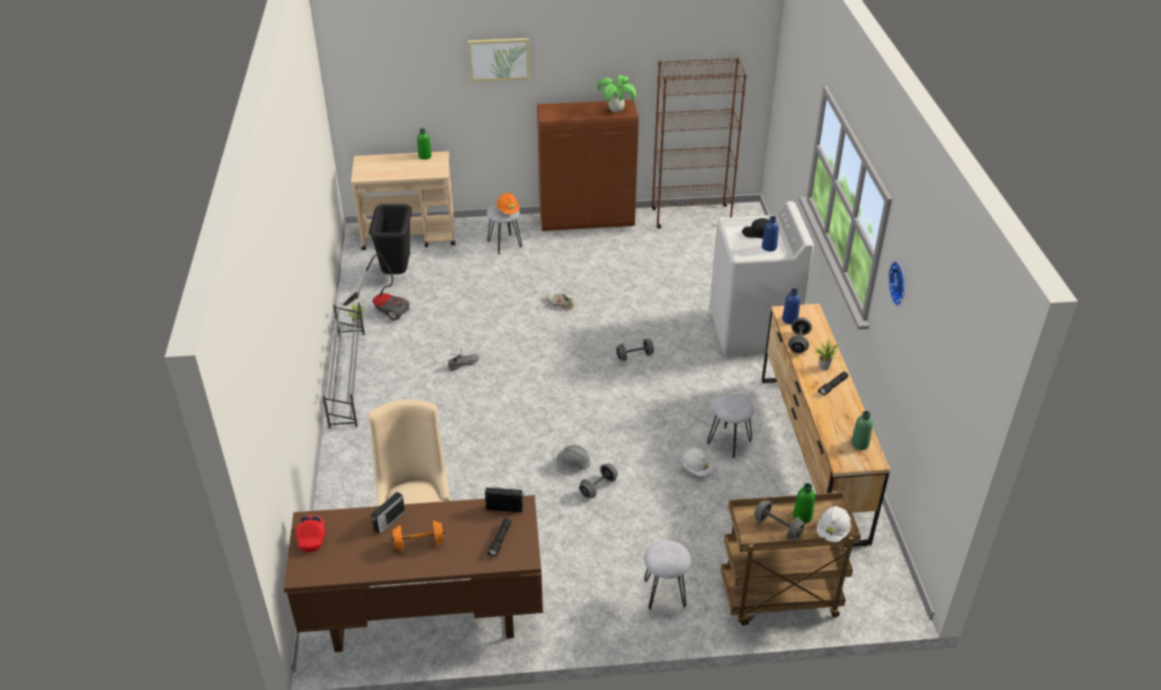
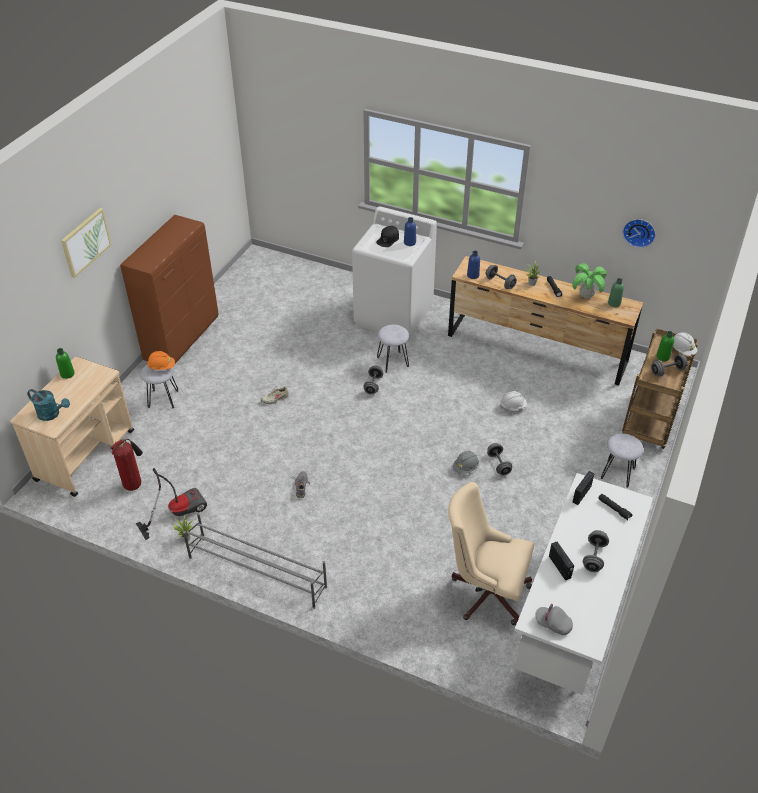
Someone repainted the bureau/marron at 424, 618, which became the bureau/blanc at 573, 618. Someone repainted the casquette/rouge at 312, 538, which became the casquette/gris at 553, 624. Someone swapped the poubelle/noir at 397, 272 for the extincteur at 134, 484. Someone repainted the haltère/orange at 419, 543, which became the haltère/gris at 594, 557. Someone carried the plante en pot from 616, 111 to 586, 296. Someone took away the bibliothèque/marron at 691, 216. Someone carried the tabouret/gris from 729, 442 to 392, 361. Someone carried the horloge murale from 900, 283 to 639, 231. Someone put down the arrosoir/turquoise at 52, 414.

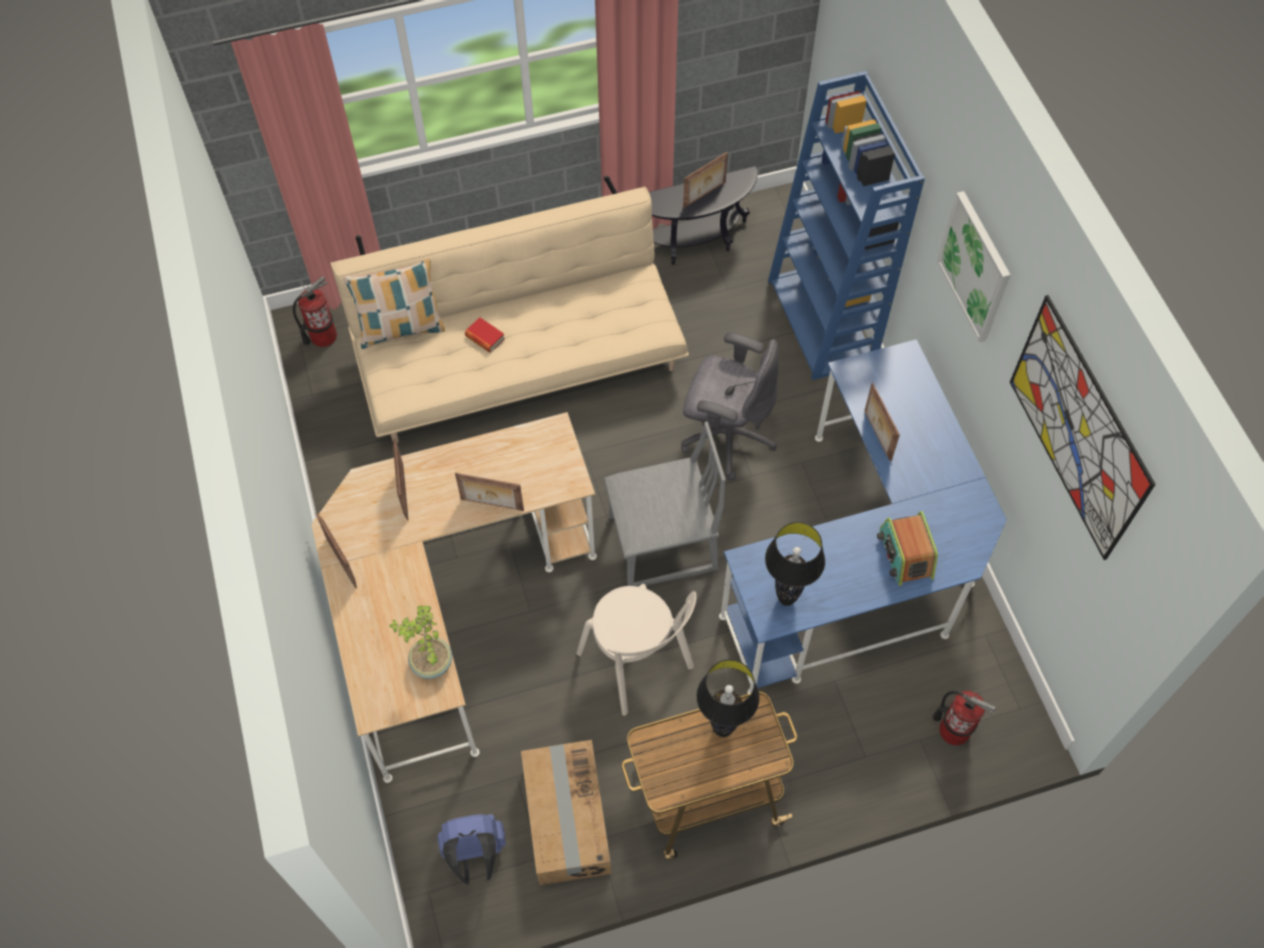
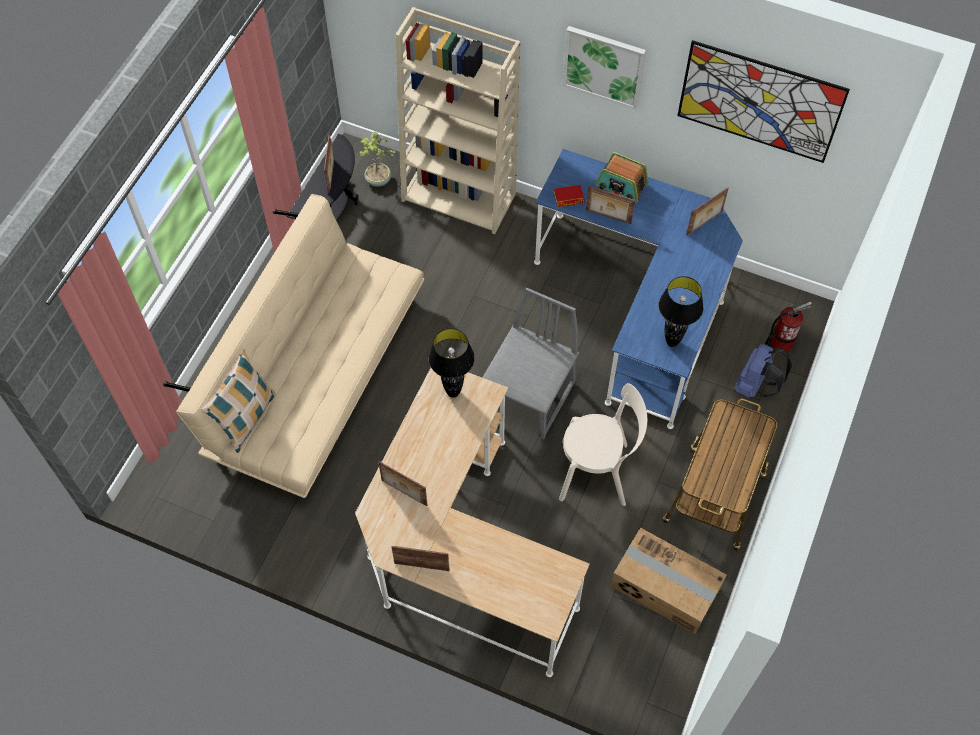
Someone took away the extincteur at 323, 336. Someone carried the plante en pot from 431, 664 to 378, 180. Someone carried the sac à dos/bleu from 475, 854 to 755, 386. Someone carried the cadre photo from 492, 505 to 704, 223. Someone carried the livre from 485, 337 to 568, 198. Someone took away the chaise de bureau/gris at 726, 436. Someone carried the lampe de table/noir from 722, 730 to 453, 393. Someone repainted the bibliothèque/bleu at 823, 322, which became the bibliothèque/beige at 460, 197. Someone carried the radio from 905, 554 to 621, 186.

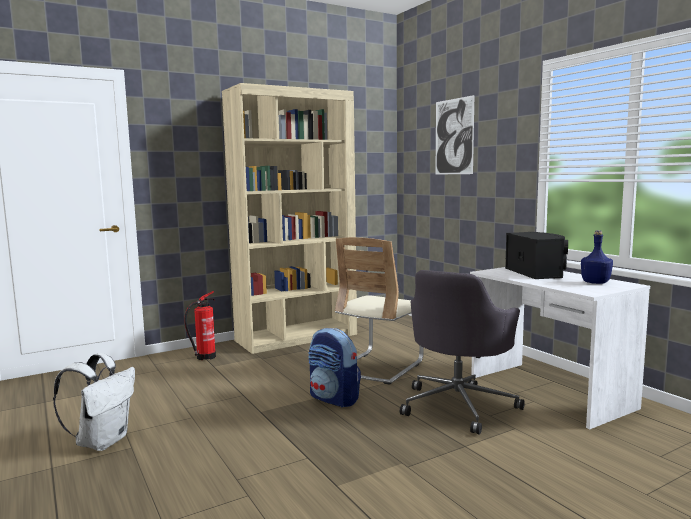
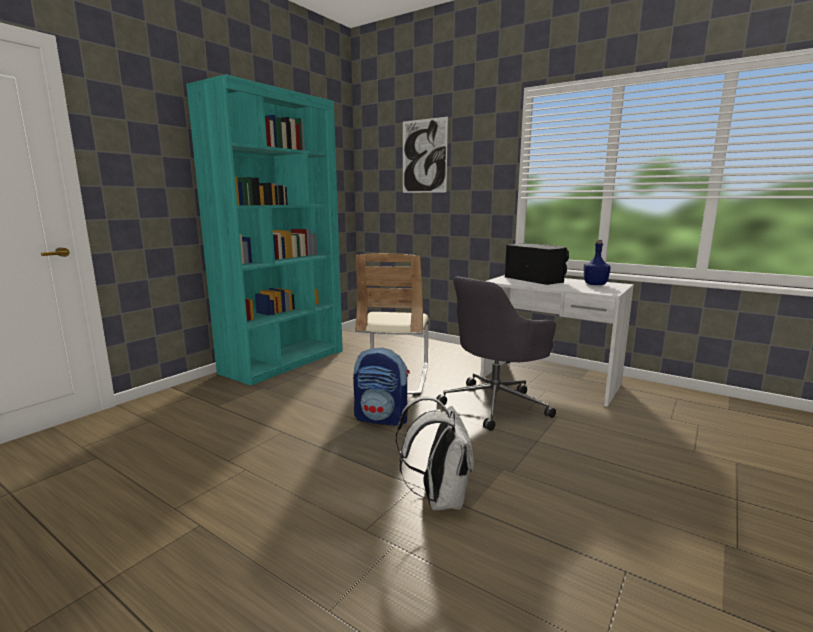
Someone carried the sac à dos/blanc from 102, 441 to 438, 498. Someone took away the extincteur at 204, 357. Someone repainted the bibliothèque/beige at 297, 337, which became the bibliothèque/turquoise at 284, 361. Someone rotated the chaise de bureau/gris at 459, 405 by 45 degrees clockwise.

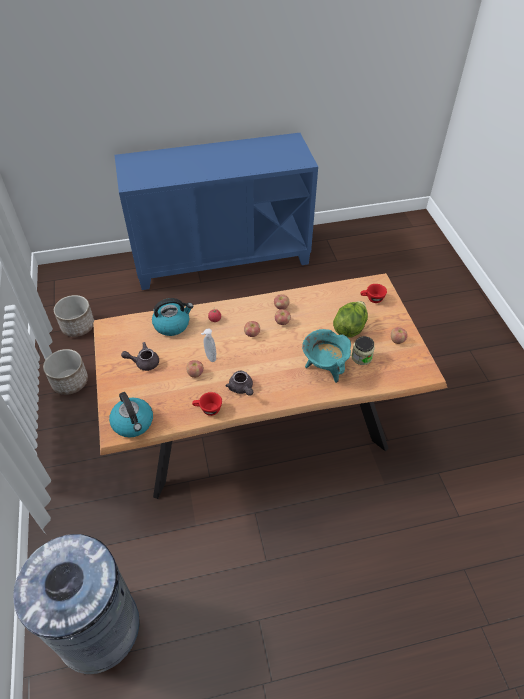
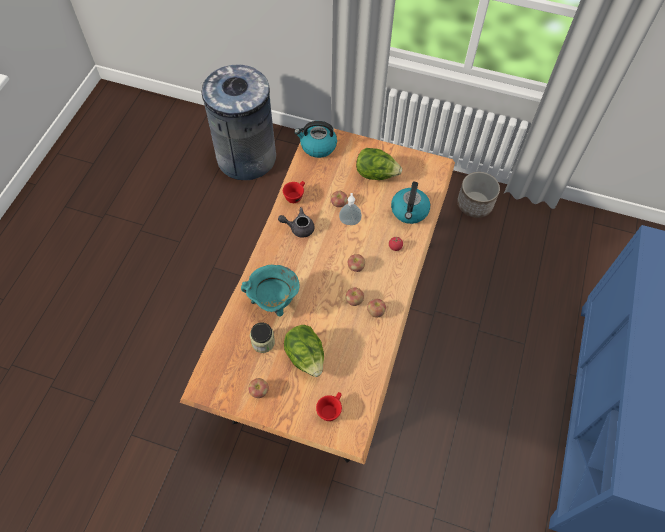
Someone took away the cache-pot at 78, 326. Someone swapped the théière/gris at 144, 362 for the laitue at 376, 174.

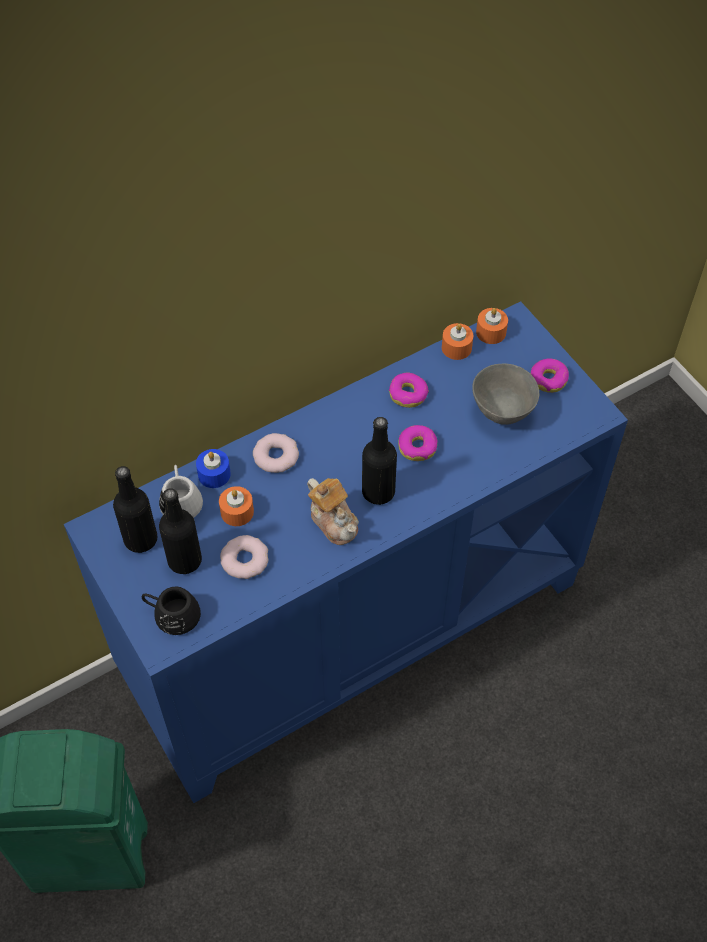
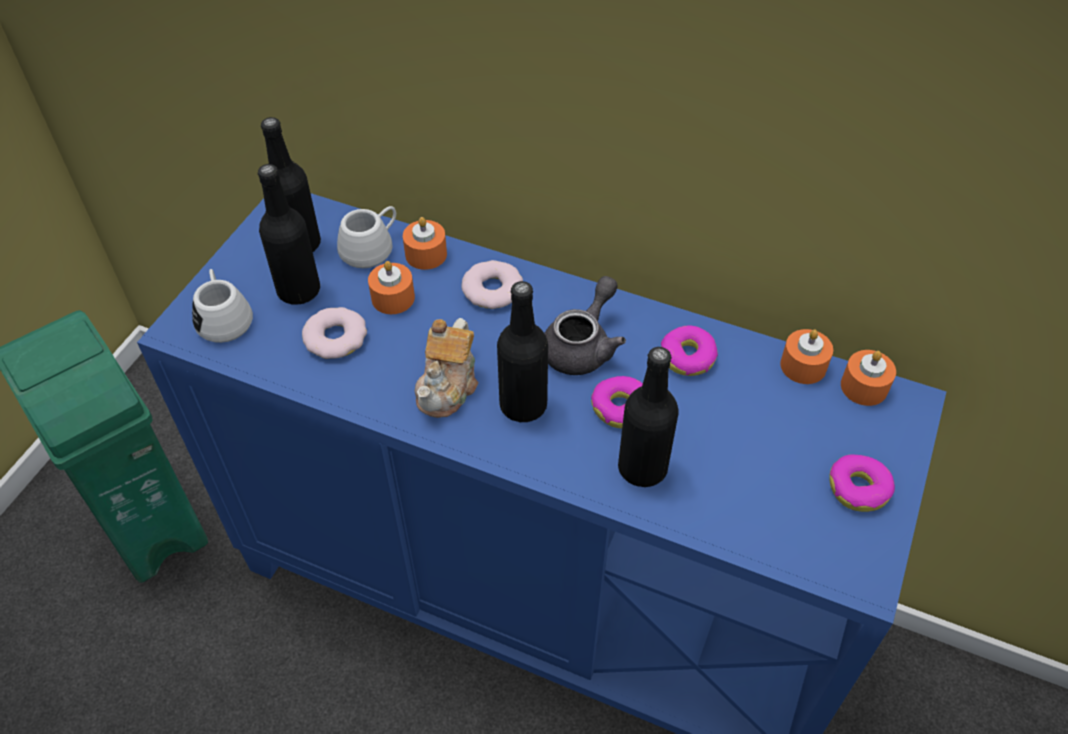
Someone repainted the mug/noir at 172, 615, which became the mug/blanc at 223, 317. Someone repainted the bougie/bleu at 214, 474, which became the bougie/orange at 426, 254. Someone took away the bol/gris at 503, 412. Someone put down the théière/gris at 583, 346. Someone put down the bouteille/noir at 642, 468.

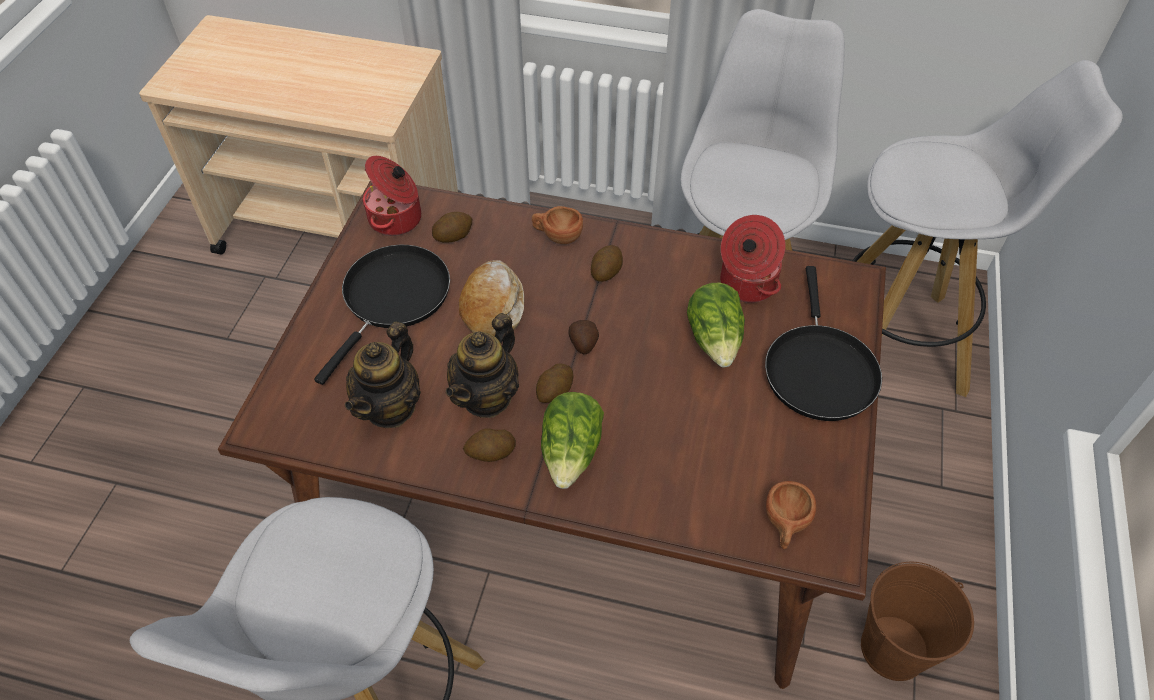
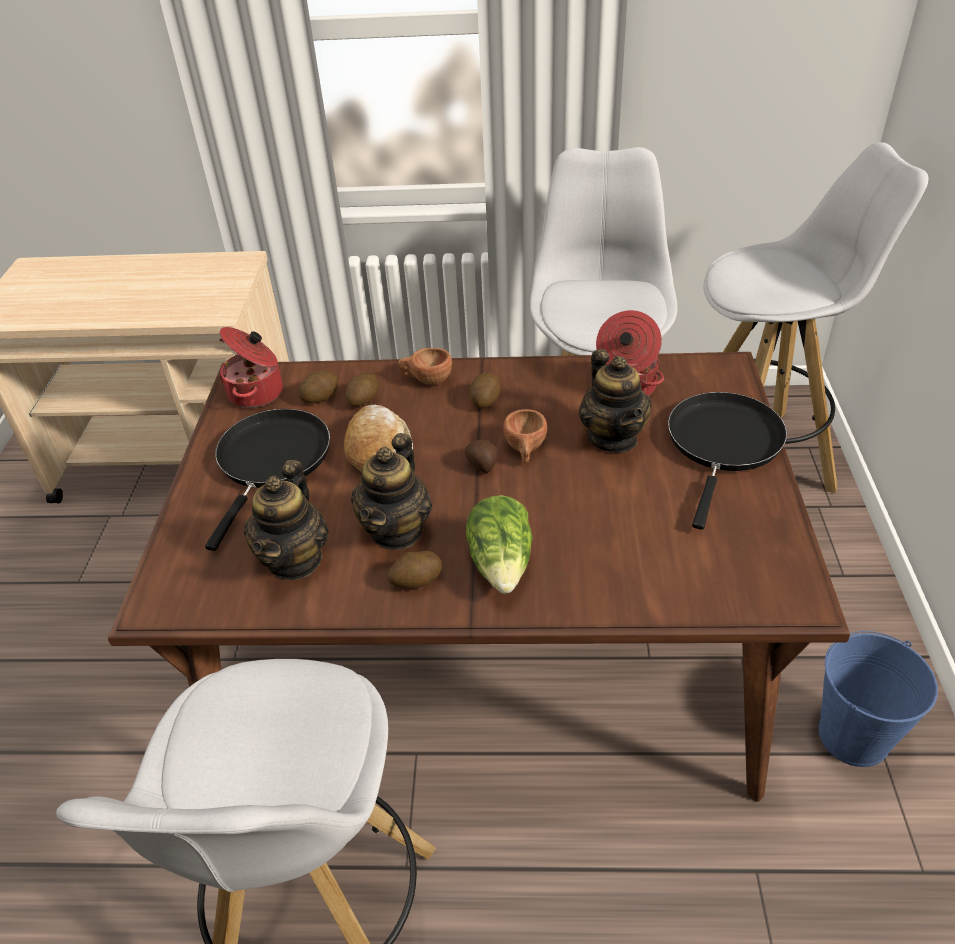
Someone carried the pomme de terre from 554, 392 to 363, 400. Someone swapped the laitue at 715, 339 for the théière at 613, 437. Someone rotated the poêle/noir at 819, 369 by 150 degrees counterclockwise. Someone carried the tasse/marron from 785, 524 to 525, 450. Someone repainted the seau/marron at 893, 649, which became the seau/bleu at 854, 736.

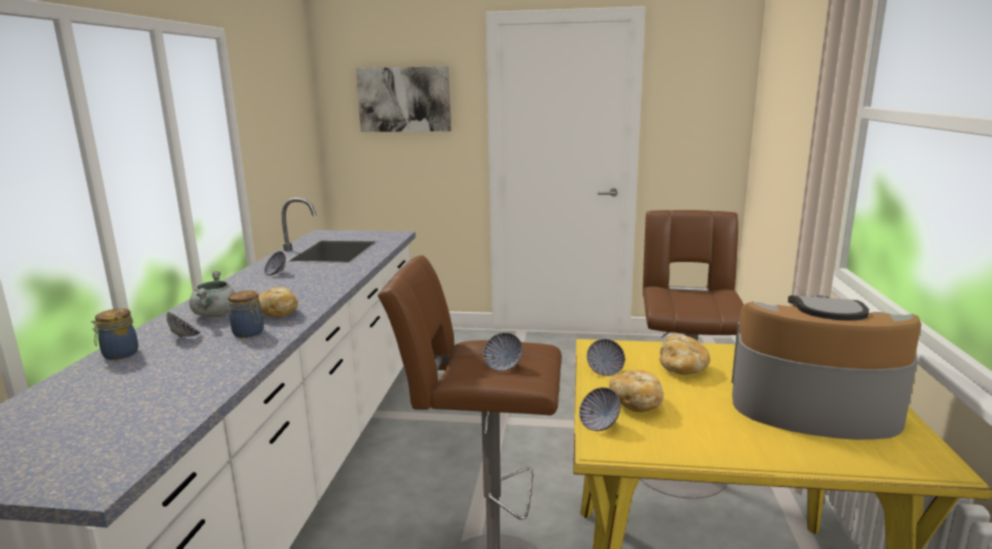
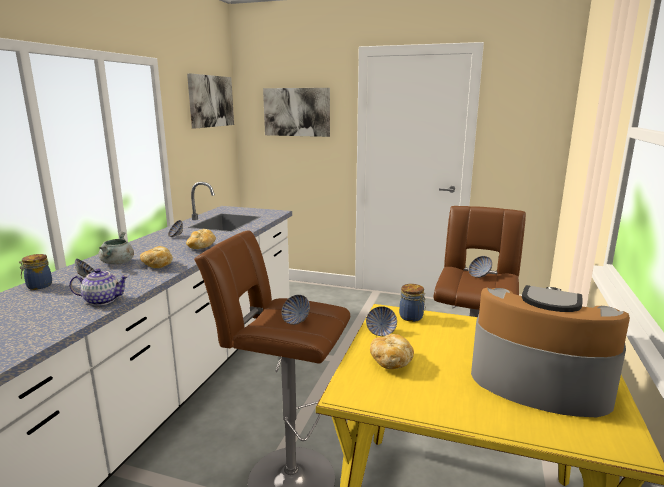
Someone carried the bocal from 249, 333 to 412, 317. Someone carried the bol from 599, 424 to 479, 275. Someone carried the pain from 682, 369 to 201, 247. Someone put down the théière at 102, 300. Someone put up the tableau at 210, 101.

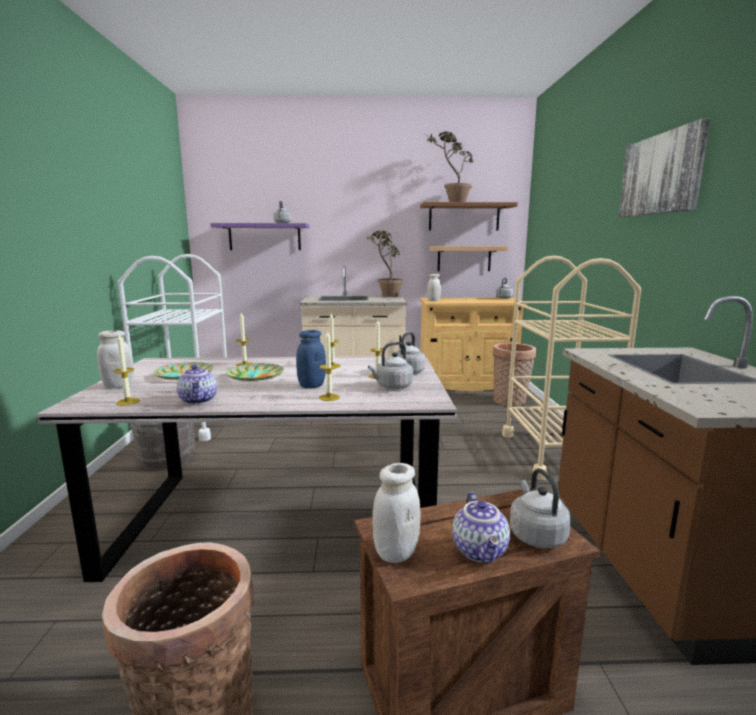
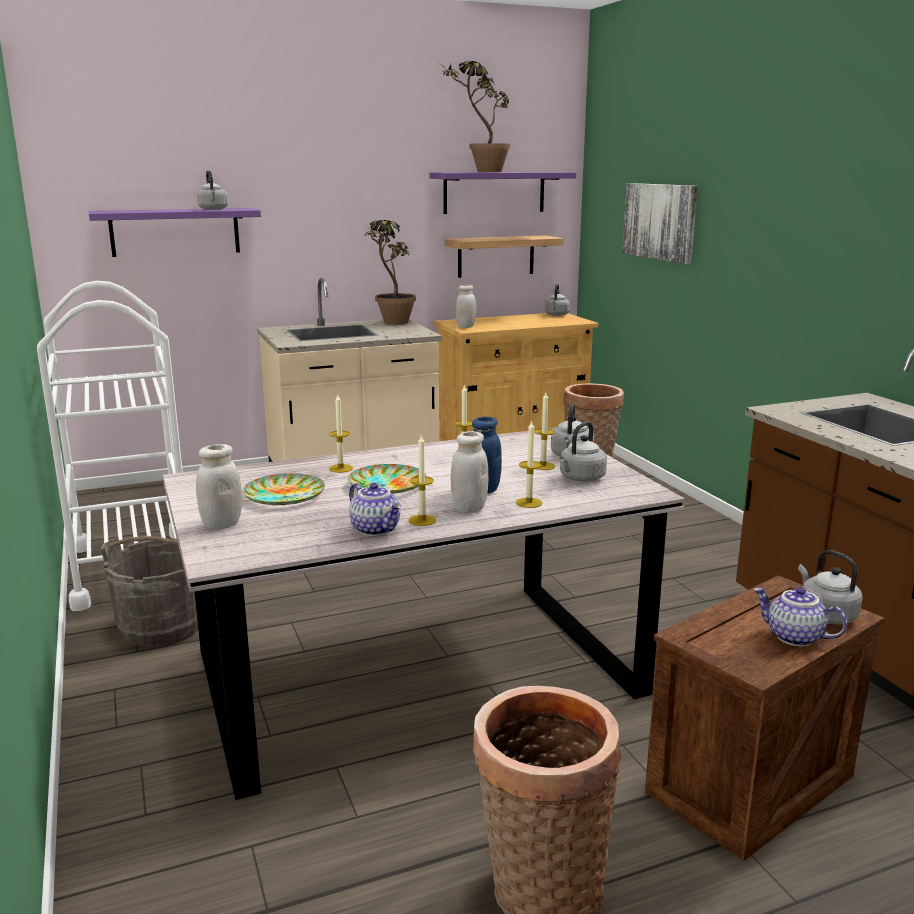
Someone carried the bougie from 128, 402 to 422, 520. Someone carried the bocal/blanc from 395, 552 to 469, 508. Someone repainted the étagère/marron at 464, 217, which became the étagère/violet at 494, 192. Someone rotated the théière at 481, 551 by 150 degrees clockwise. Someone took away the chariot/beige at 555, 454. Someone carried the tableau from 661, 174 to 660, 221.

